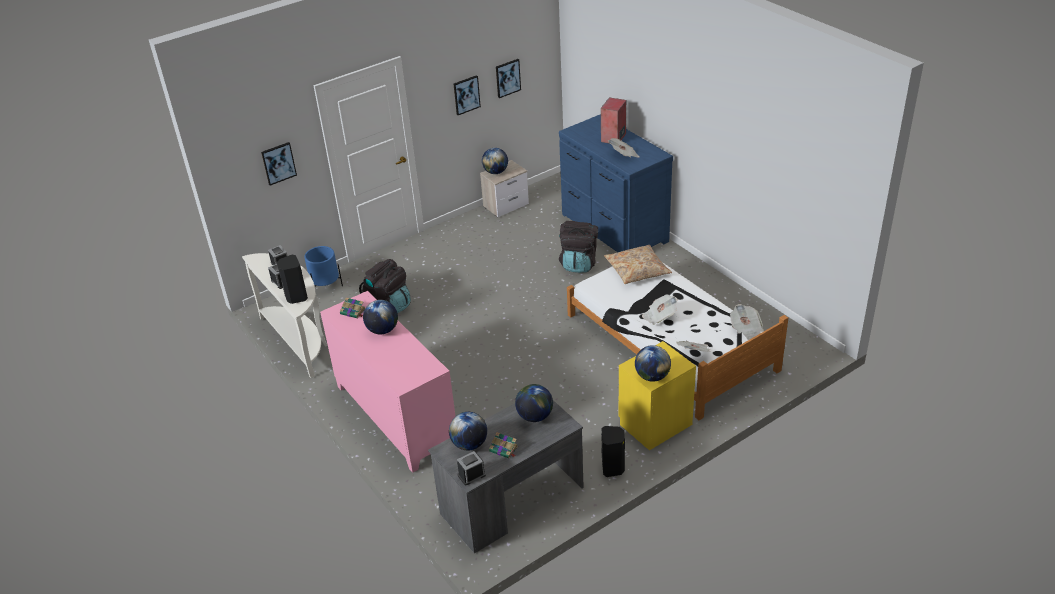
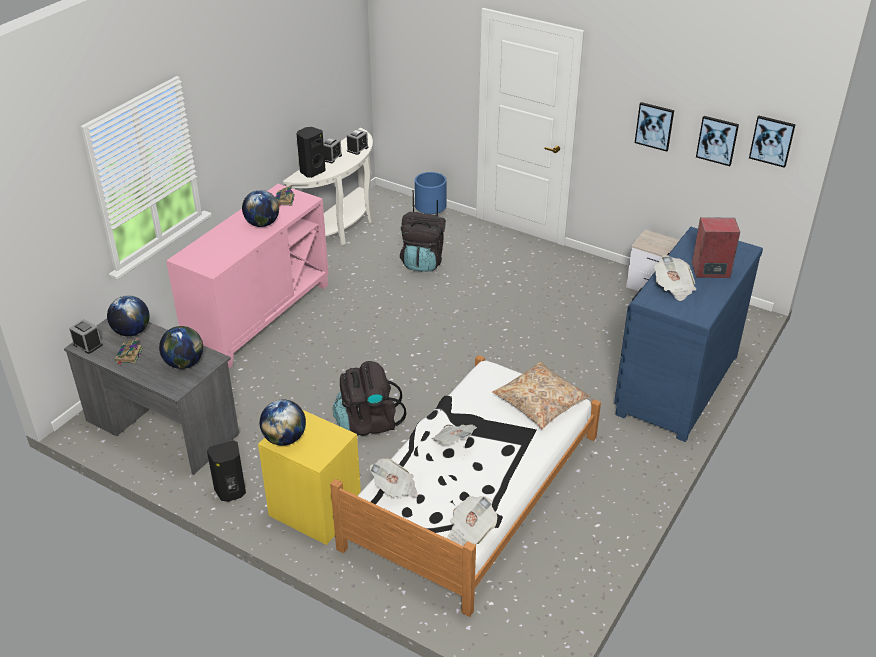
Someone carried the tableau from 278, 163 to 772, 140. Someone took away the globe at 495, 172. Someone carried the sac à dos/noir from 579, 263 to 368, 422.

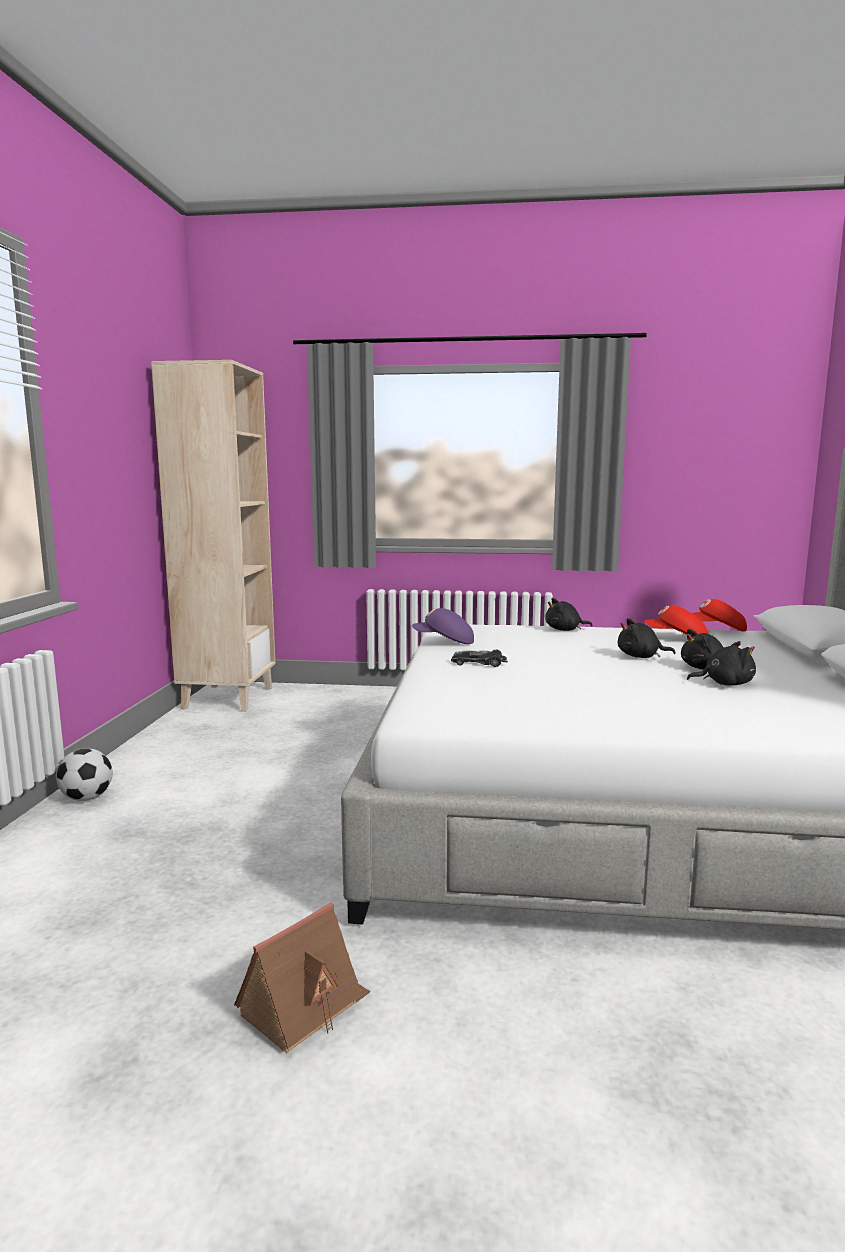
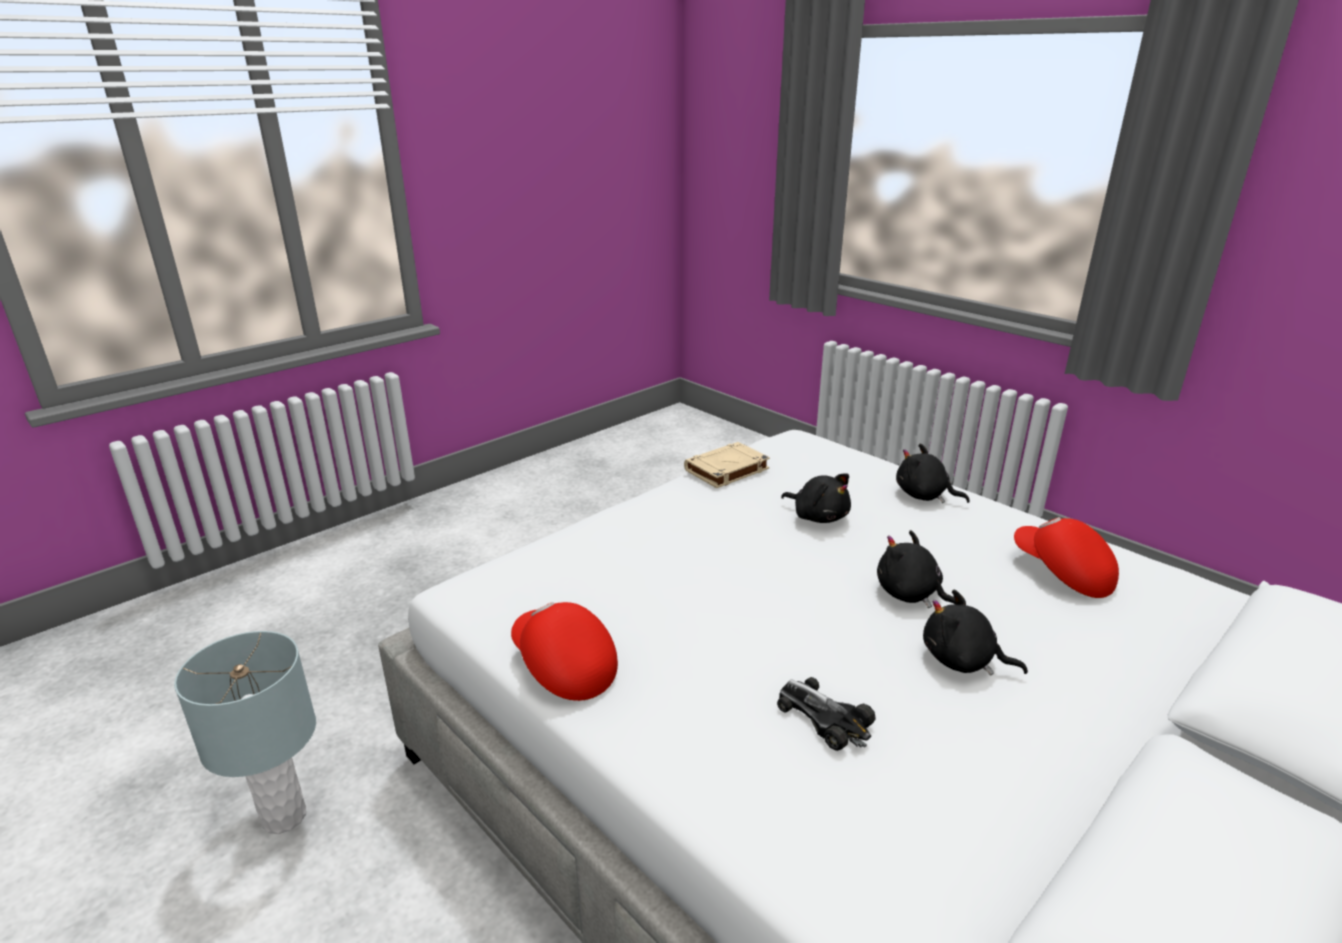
Someone took away the ballon de foot at 87, 798. Someone took away the bibliothèque/beige at 228, 697. Someone swapped the maison miniature at 304, 1006 for the lampe de table/gris at 284, 816. Someone swapped the casquette/violet at 444, 642 for the livre/beige at 726, 470. Someone carried the petite voiture from 479, 663 to 824, 717. Someone carried the peluche/noir from 724, 684 to 818, 516. Someone carried the casquette/rouge from 717, 630 to 563, 667.

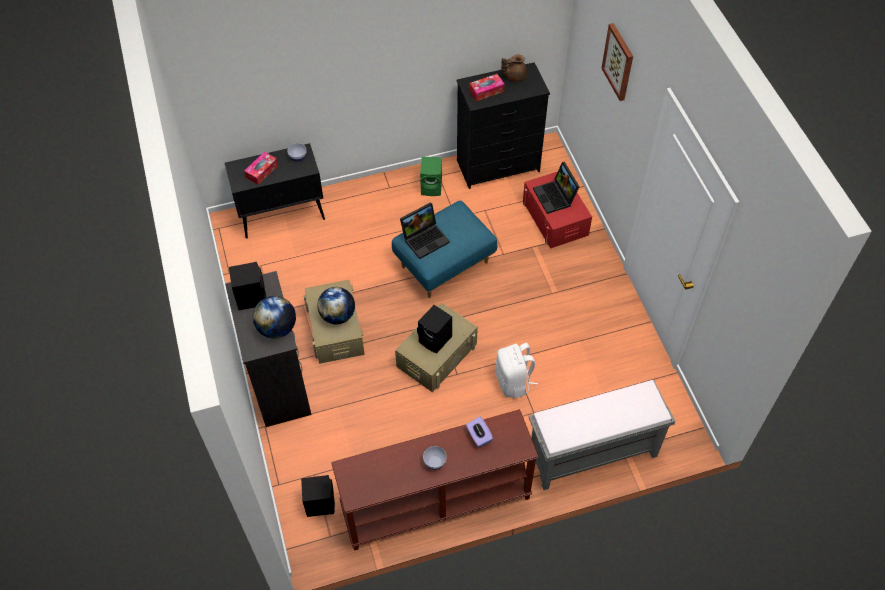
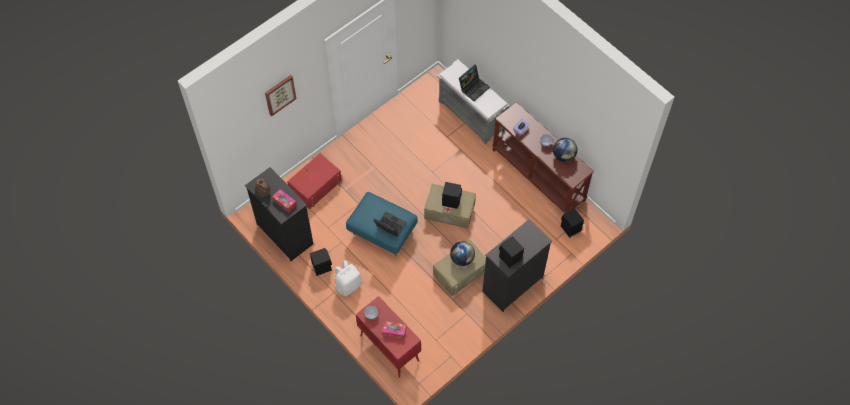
Someone repainted the meuble de rangement/noir at 283, 215, which became the meuble de rangement/rouge at 389, 348. Someone carried the globe from 277, 328 to 563, 156. Someone repainted the enceinte/vert at 432, 187, which became the enceinte/noir at 321, 266. Someone carried the sac à dos/blanc from 513, 382 to 348, 285. Someone carried the ordinateur portable from 556, 197 to 474, 87.

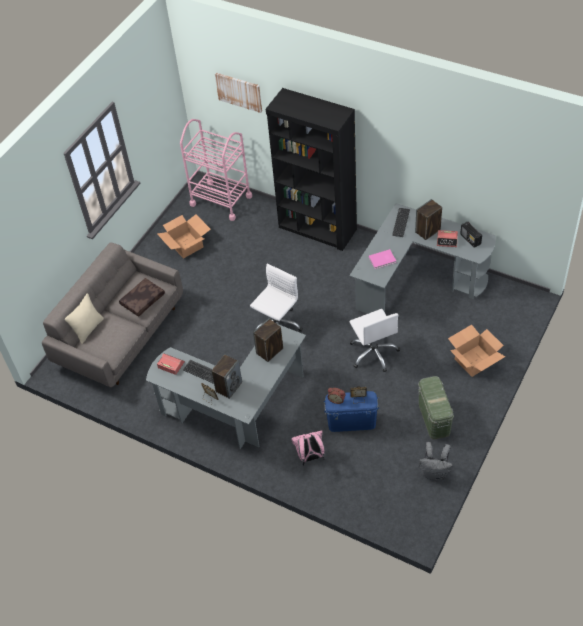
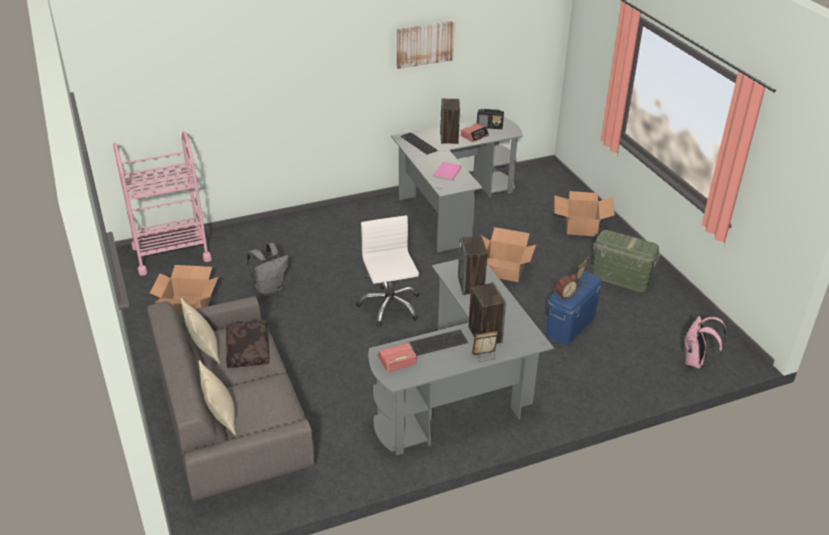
Someone carried the tableau from 239, 91 to 424, 44. Someone took away the bibliothèque/noir at 317, 229. Someone carried the sac à dos/rose from 310, 457 to 696, 362. Someone swapped the chaise de bureau/blanc at 374, 353 for the carton at 503, 270. Someone carried the sac à dos/gris from 435, 473 to 270, 288. Someone put down the coussin/beige at 204, 350.

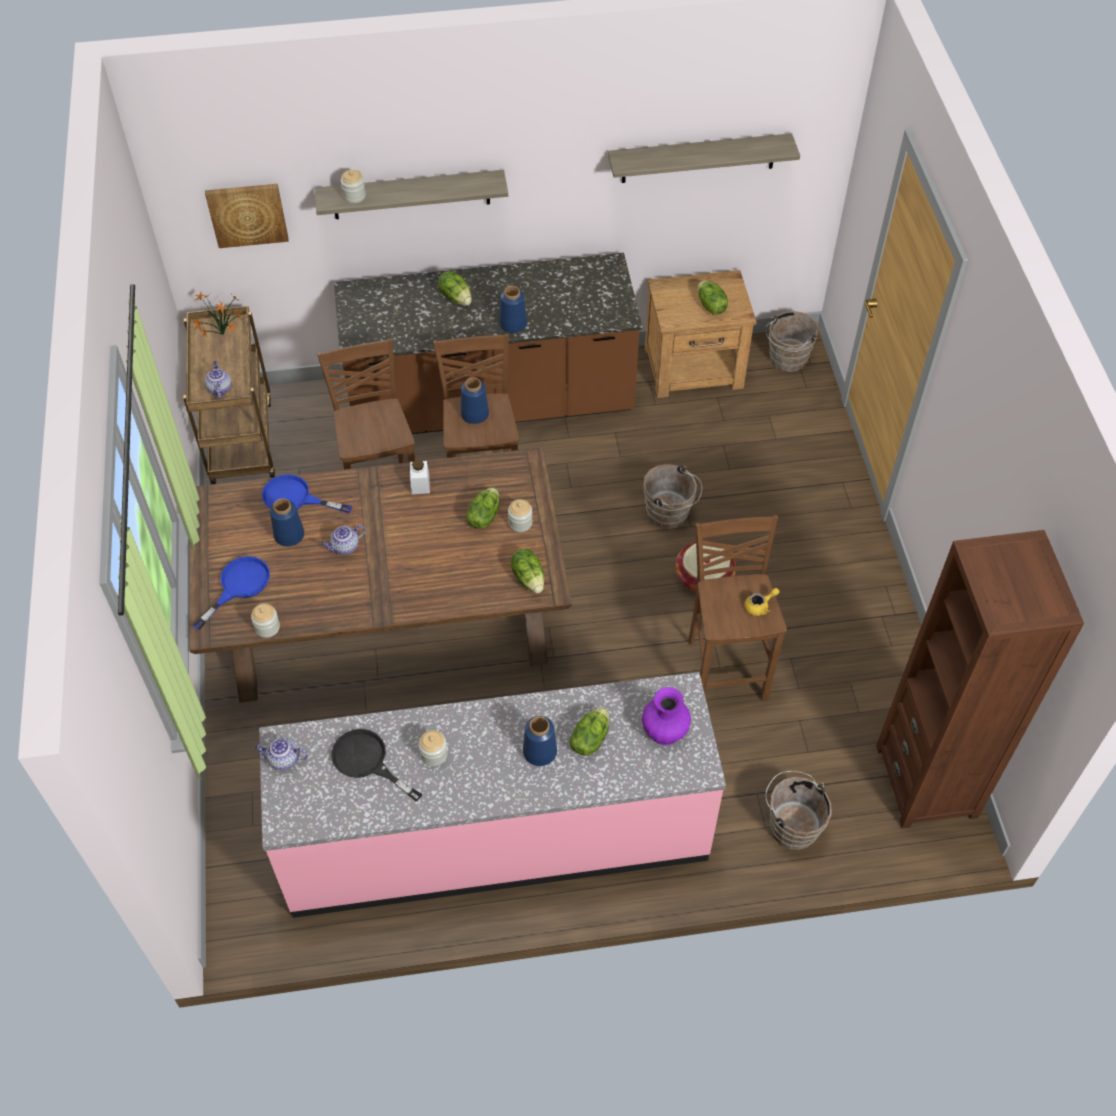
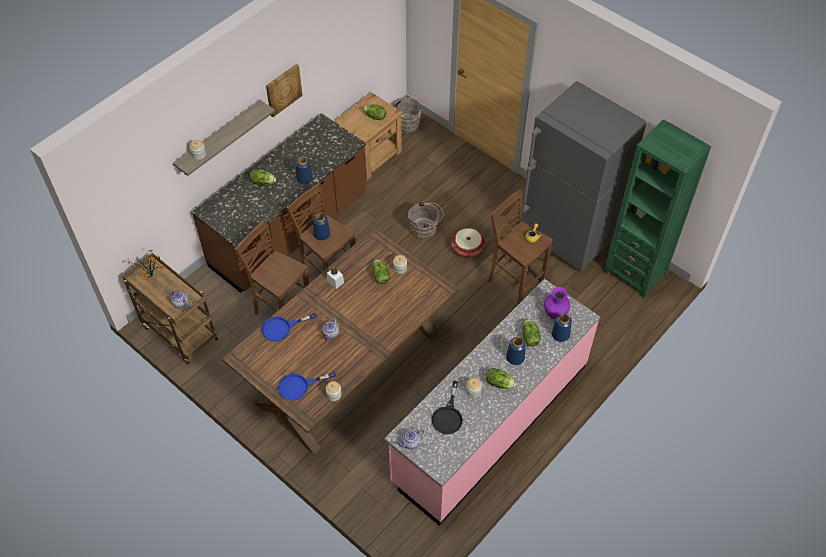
Someone rotated the poêle/bleu at 239, 586 by 105 degrees counterclockwise. Someone carried the tableau from 247, 214 to 283, 89. Someone carried the vase/bleu from 289, 535 to 560, 334. Someone rotated the poêle/noir at 367, 762 by 75 degrees counterclockwise. Someone carried the laitue from 529, 578 to 499, 383. Someone took away the étagère at 698, 158. Someone took away the seau/marron at 791, 825. Someone repainted the bibliothèque/marron at 926, 781, which became the bibliothèque/vert at 635, 272. Someone put down the réfrigérateur/gris at 566, 238.

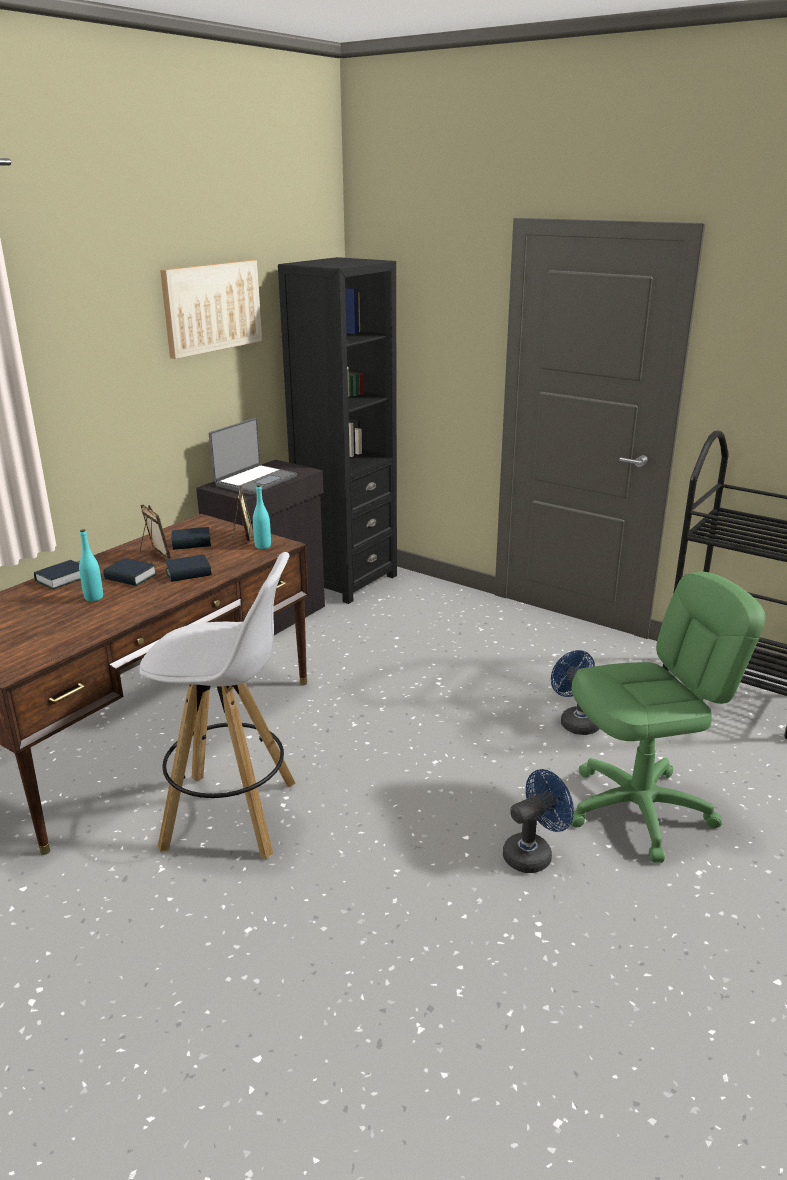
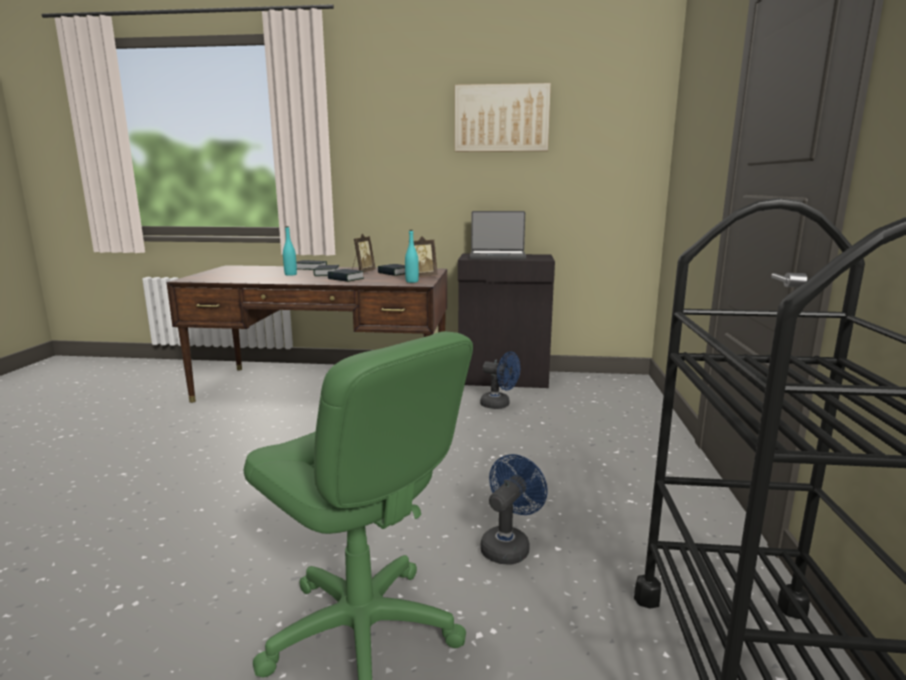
Someone took away the tabouret/blanc at 233, 815. Someone took away the bibliothèque/noir at 346, 581. Someone carried the ventilateur/bleu from 533, 853 to 499, 405.

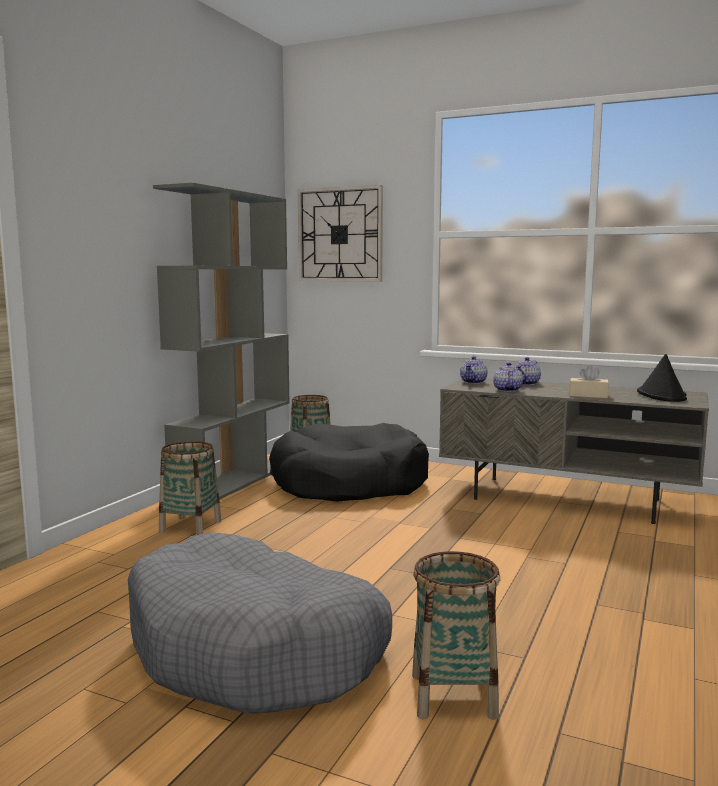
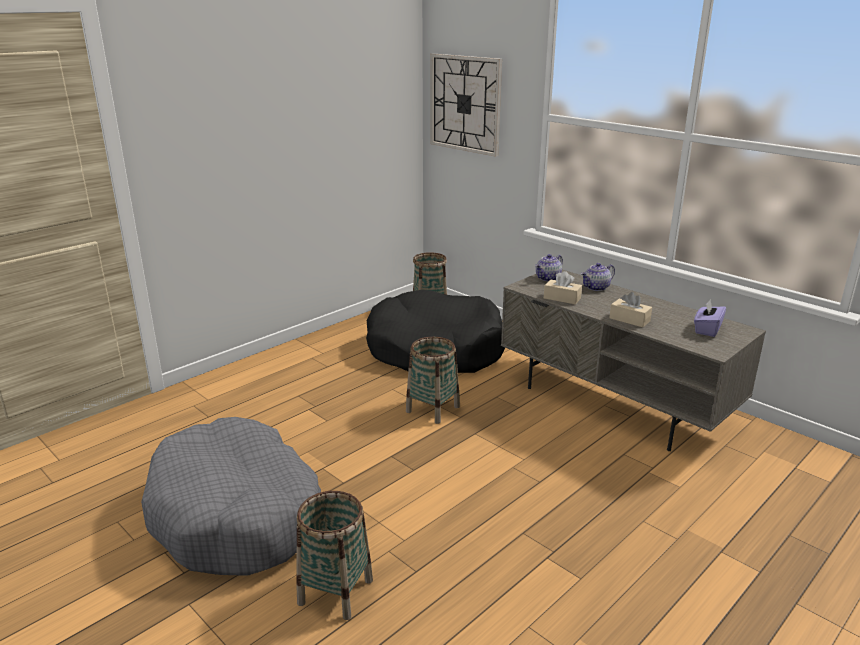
Someone took away the bibliothèque/gris at 233, 481. Someone carried the panier from 190, 526 to 433, 409. Someone swapped the théière at 507, 390 for the boîte à mouchoirs/beige at 562, 298. Someone swapped the chapeau/noir at 661, 395 for the boîte à mouchoirs/violet at 707, 329.

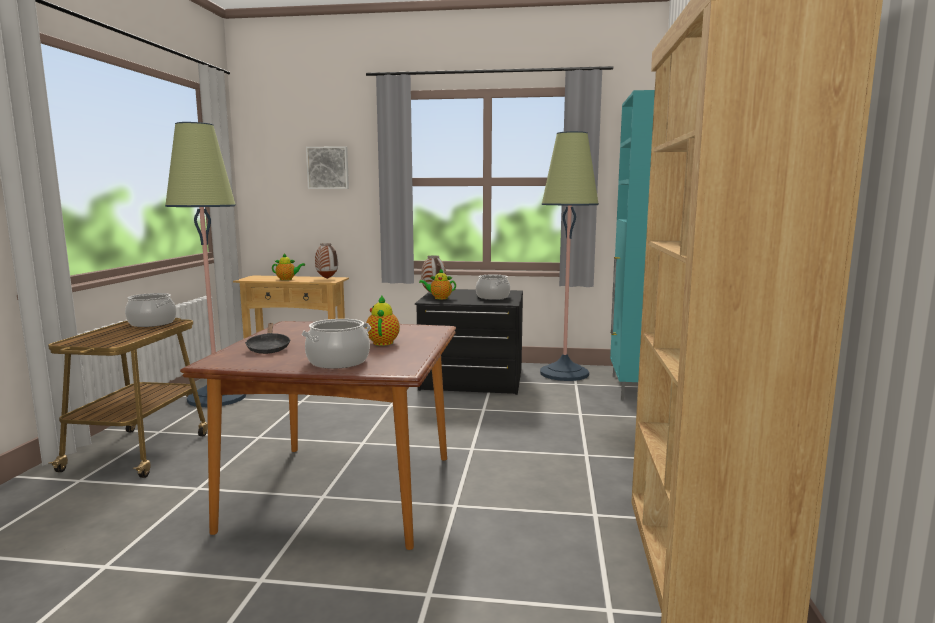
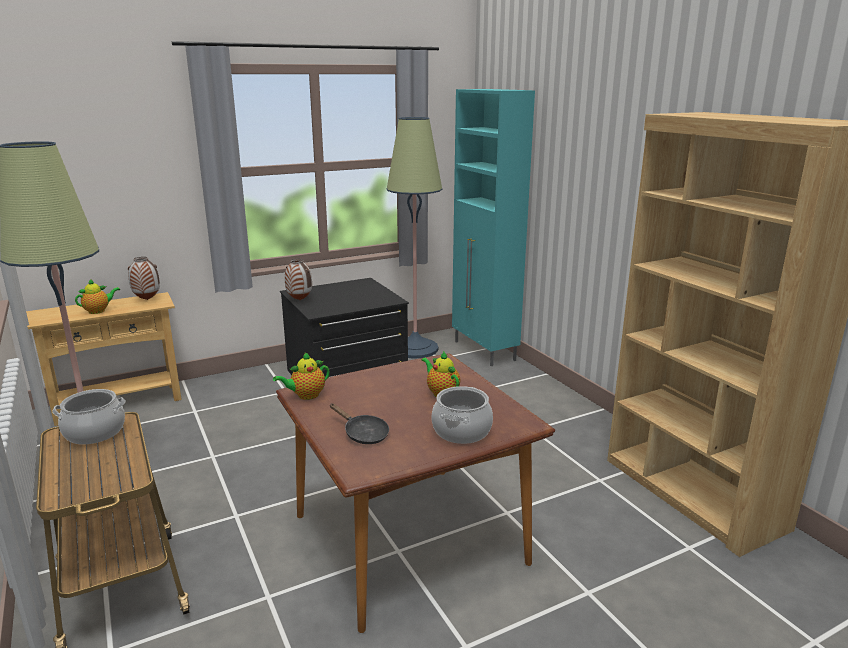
Someone took away the tableau at 328, 168. Someone carried the théière from 439, 298 to 306, 395. Someone took away the marmite at 493, 297.

